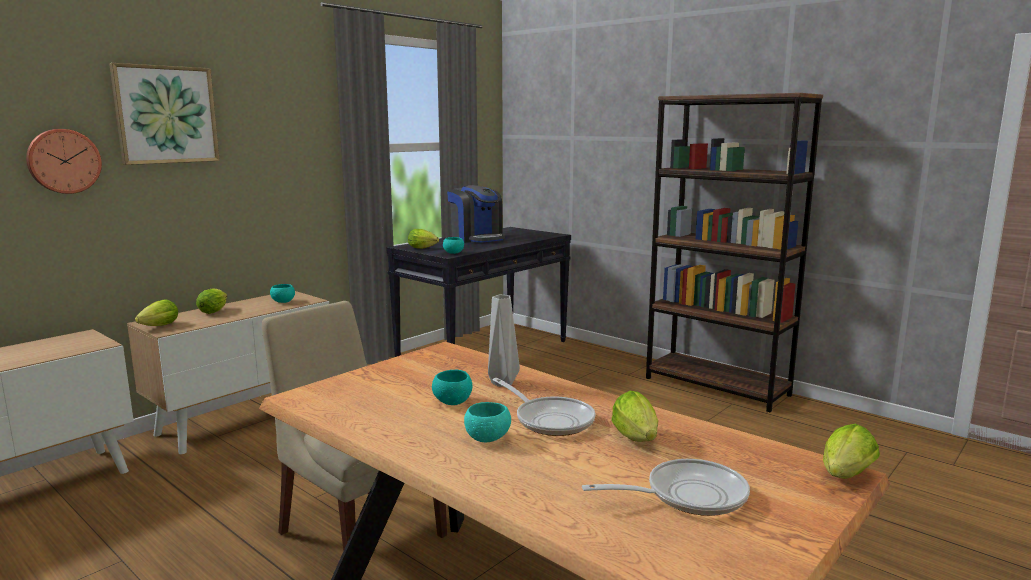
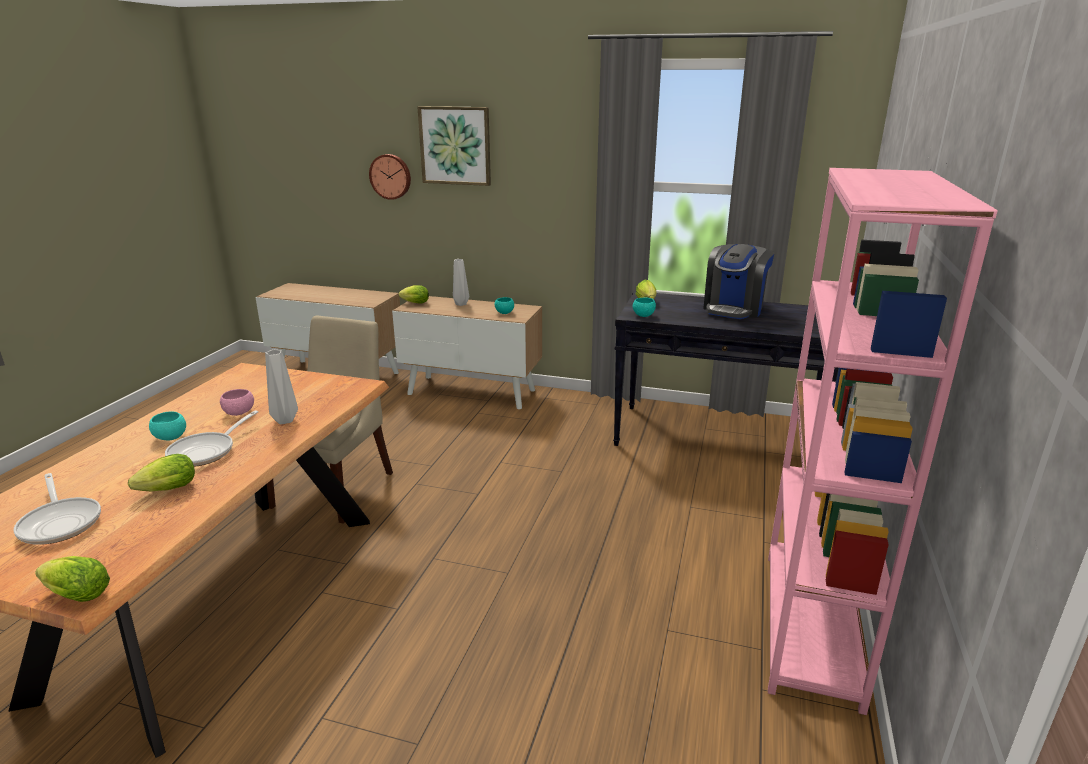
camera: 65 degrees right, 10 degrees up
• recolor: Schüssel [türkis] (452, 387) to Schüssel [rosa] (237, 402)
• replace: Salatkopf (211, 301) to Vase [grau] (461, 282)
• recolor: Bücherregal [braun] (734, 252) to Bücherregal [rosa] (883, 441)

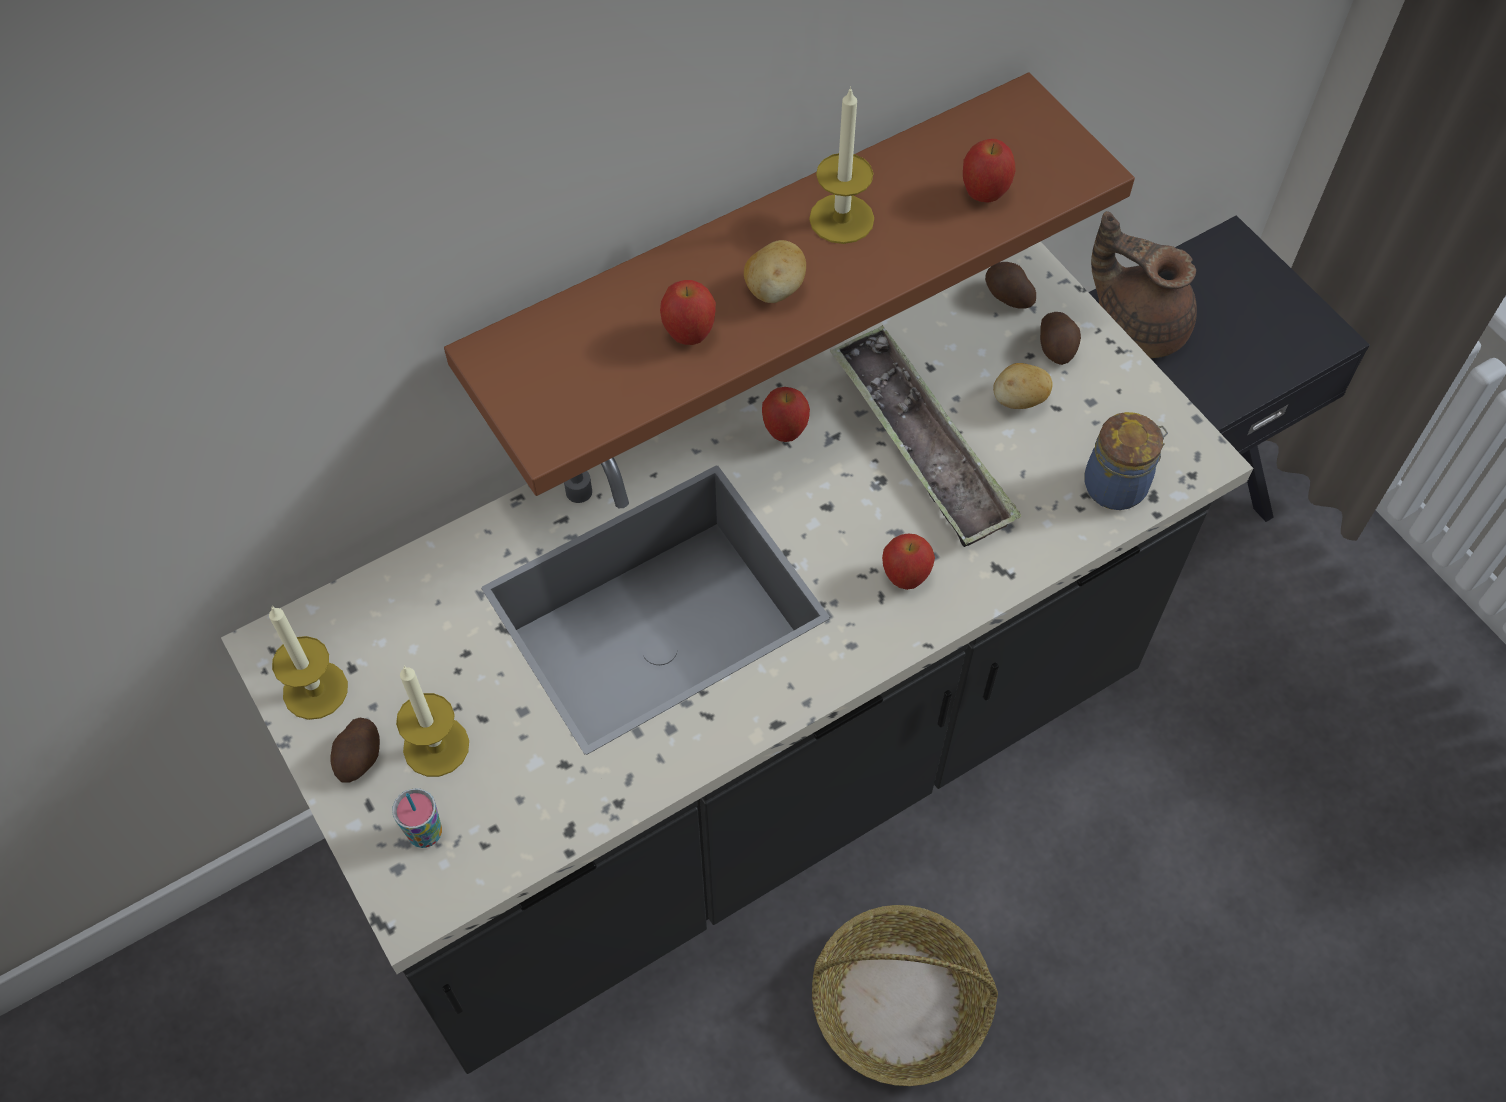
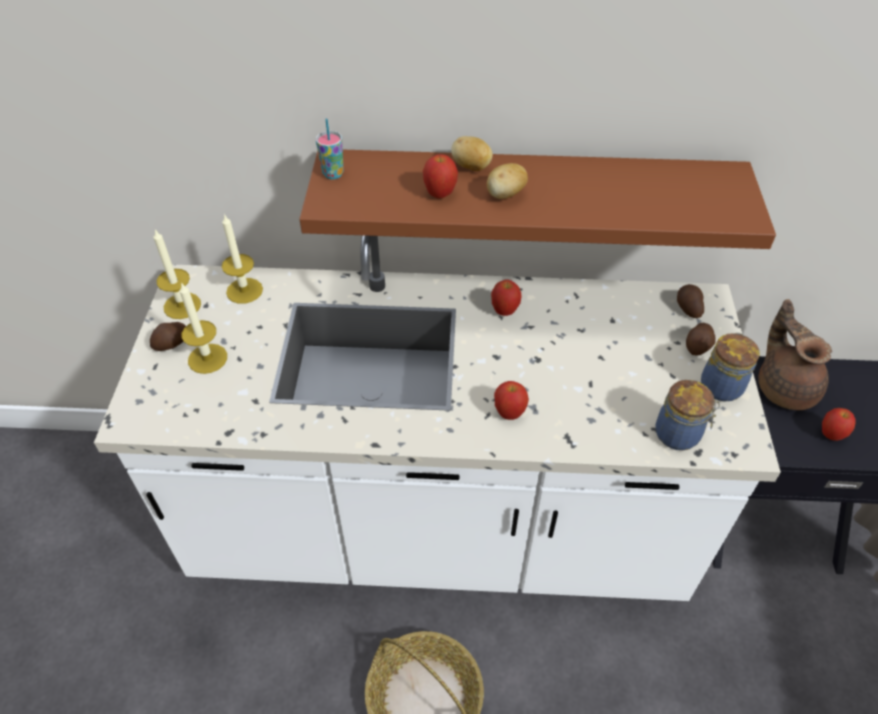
camera: 35 degrees right, 10 degrees down
• recolor: Küchenzeile [schwarz] (737, 657) to Küchenzeile [weiß] (437, 418)
• move: Kerze (841, 165) to (242, 259)
• move: Tasse (417, 818) to (330, 148)
• move: Kartoffel (1023, 386) to (472, 153)
• insert: Vorratsglas (730, 367)
• move: Apfel (989, 171) to (838, 424)
• delete: Tablett (925, 436)

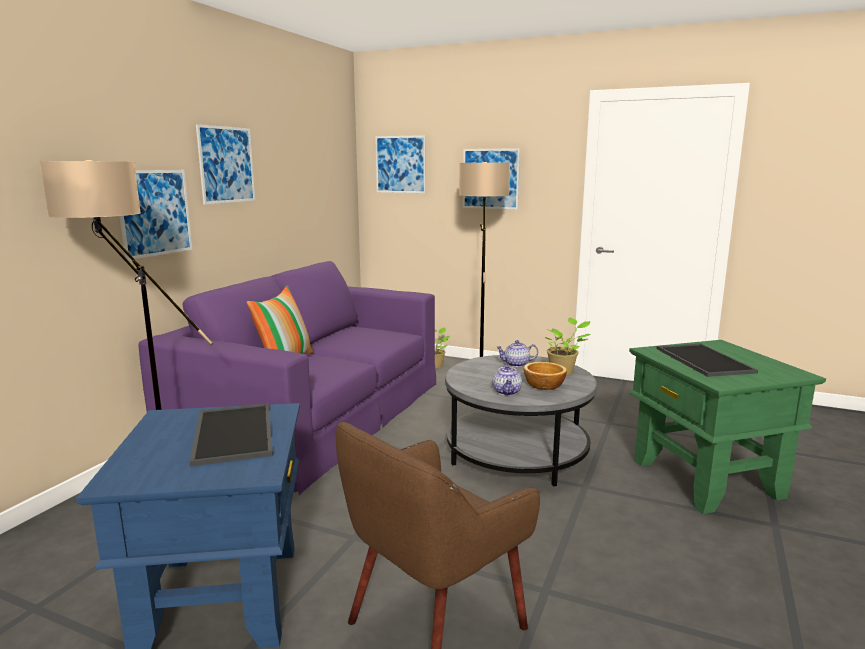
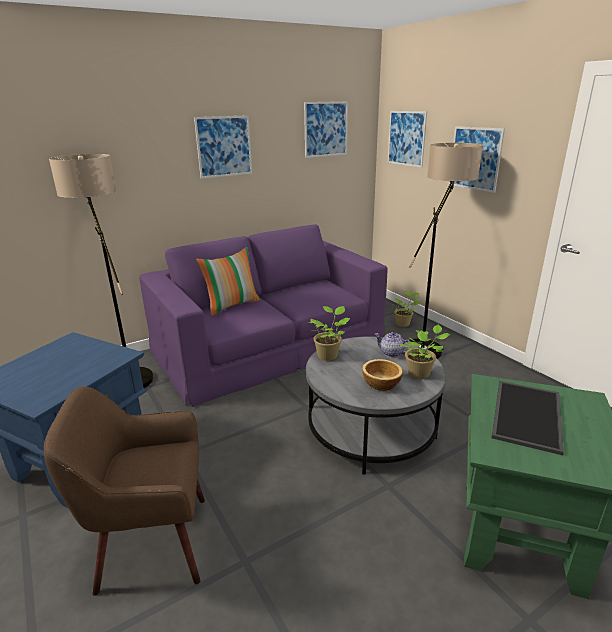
camera: 35 degrees right, 10 degrees up
• move: Bild (156, 215) to (326, 129)
• insert: Topfpflanze (329, 333)
• delete: Tablett (231, 434)
• delete: Teekanne (507, 380)

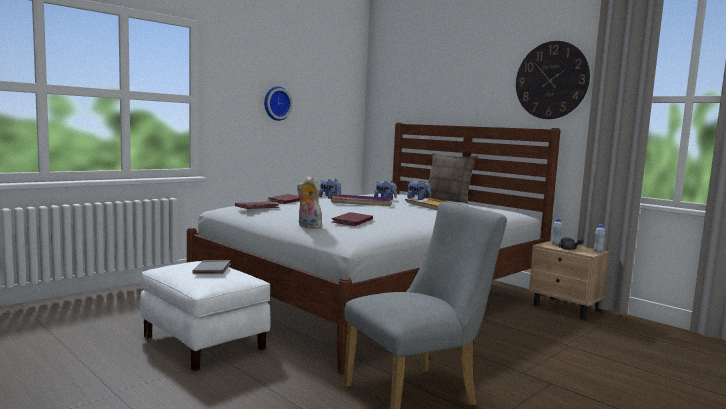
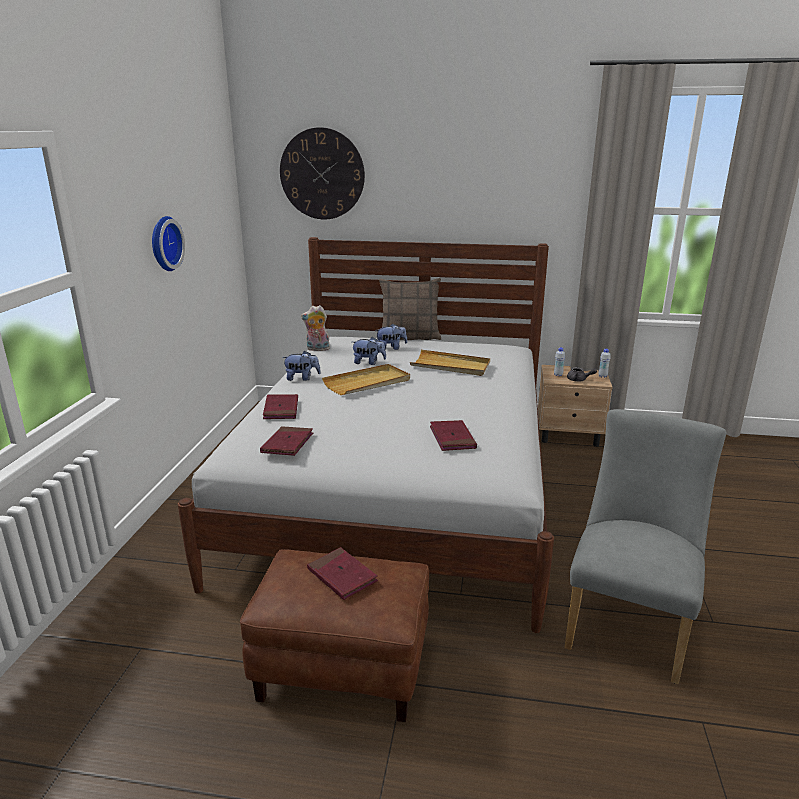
camera: 35 degrees left, 15 degrees up
• recolor: Polsterhocker [weiß] (205, 316) to Polsterhocker [braun] (334, 635)
• move: Wanduhr (553, 80) to (322, 173)
• move: Plüschtier (309, 202) to (316, 328)
• recolor: Buch [grau] (212, 267) to Buch [rot] (342, 573)
• recolor: Tablett [lila] (361, 200) to Tablett [beige] (366, 379)

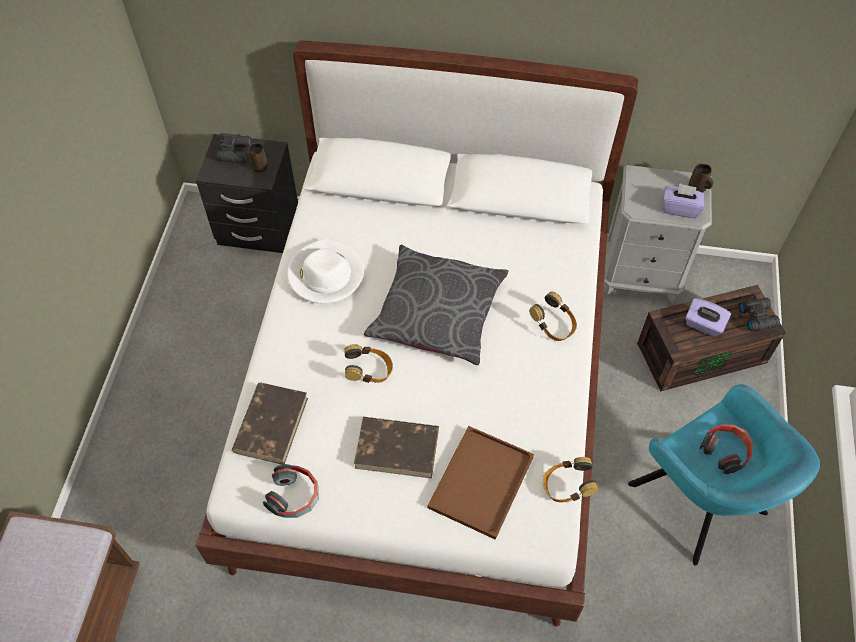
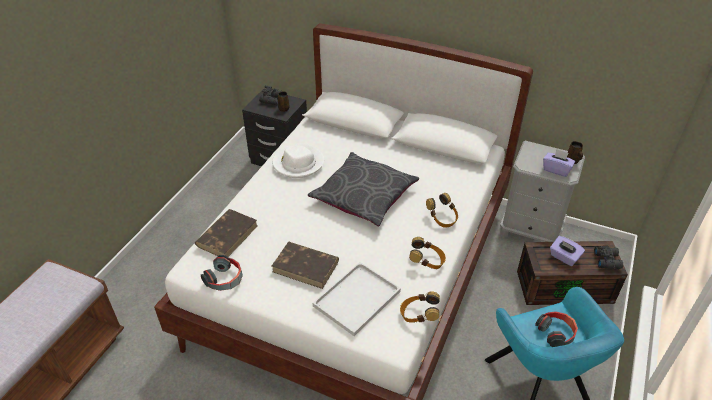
camera: 15 degrees right, 15 degrees down
• recolor: Tablett [braun] (481, 483) to Tablett [weiß] (357, 299)
• move: Kopfhörer (368, 363) to (427, 253)

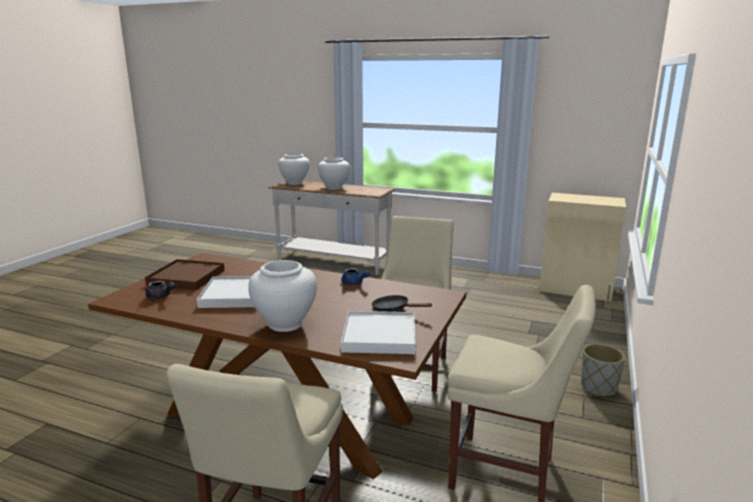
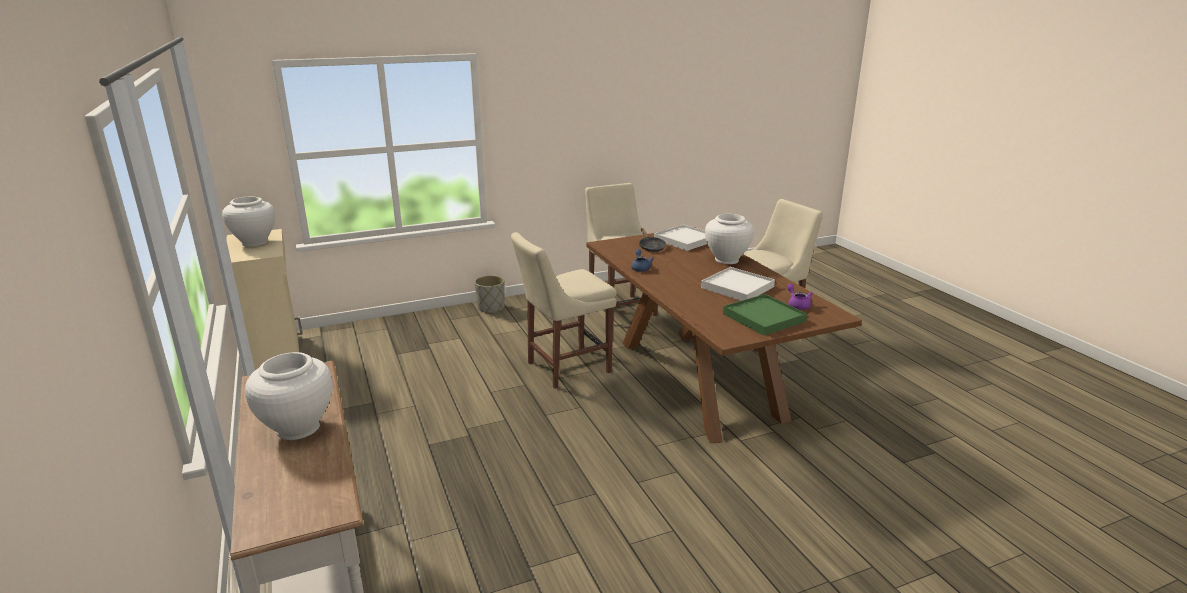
camera: 135 degrees left, 5 degrees up
• move: Vase [weiß] (294, 169) to (248, 222)
• recolor: Tablett [braun] (185, 274) to Tablett [grün] (765, 315)
• recolor: Teekanne [grau] (160, 289) to Teekanne [lila] (800, 297)

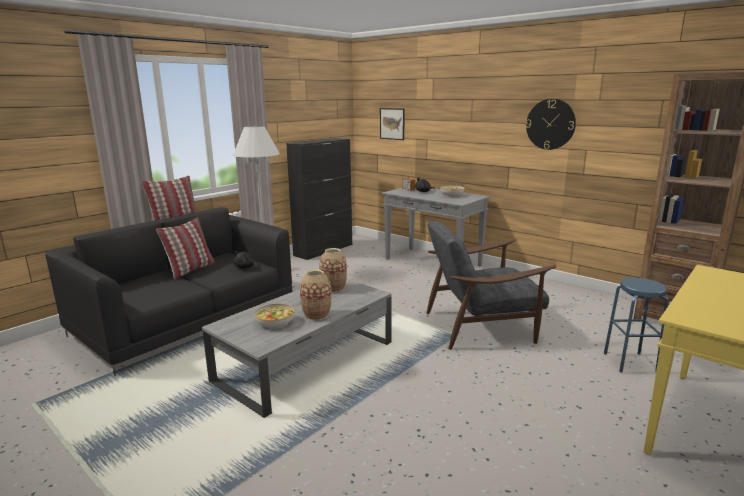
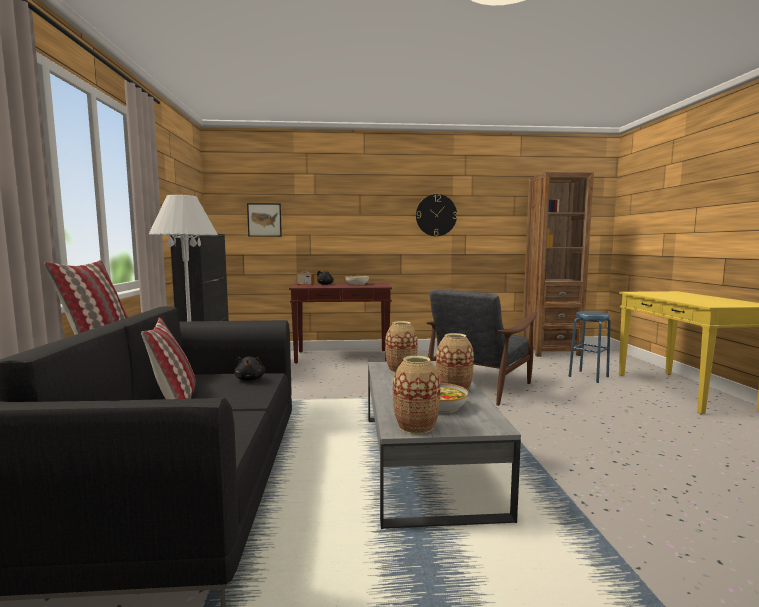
camera: 45 degrees left, 10 degrees down
• recolor: Konsolentisch [grau] (436, 227) to Konsolentisch [braun] (340, 323)
• insert: Vase (416, 395)

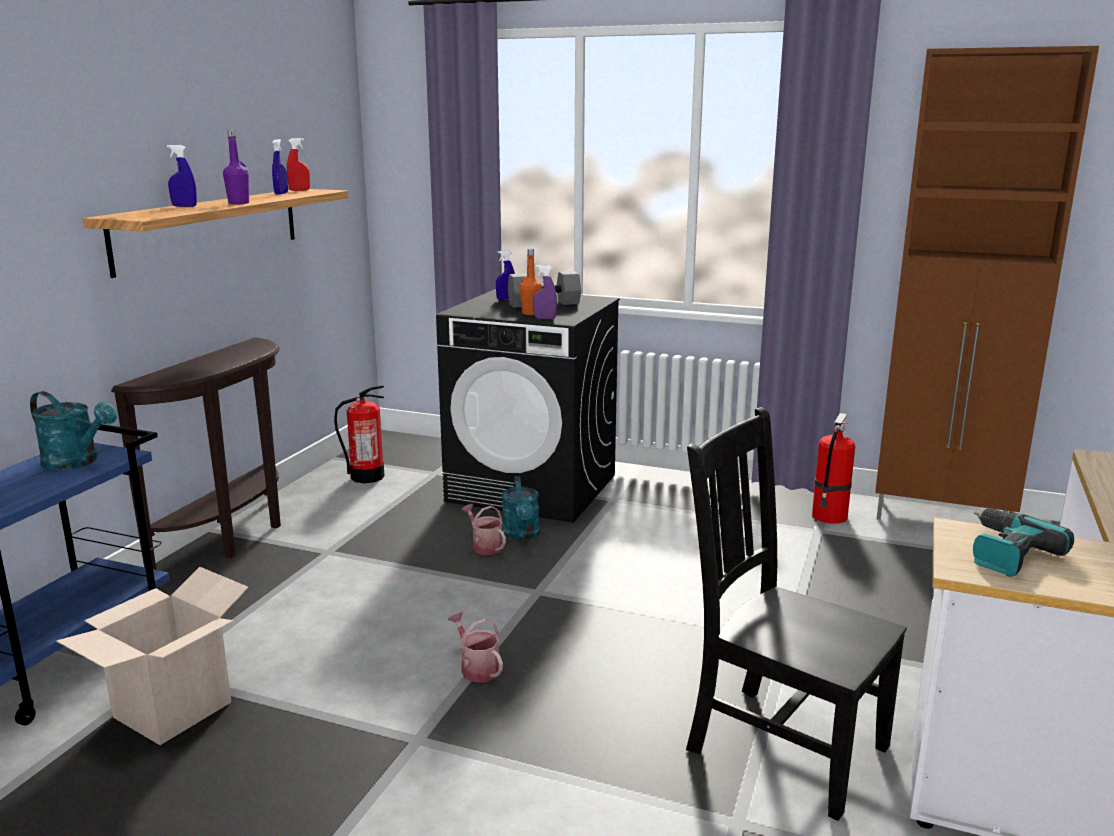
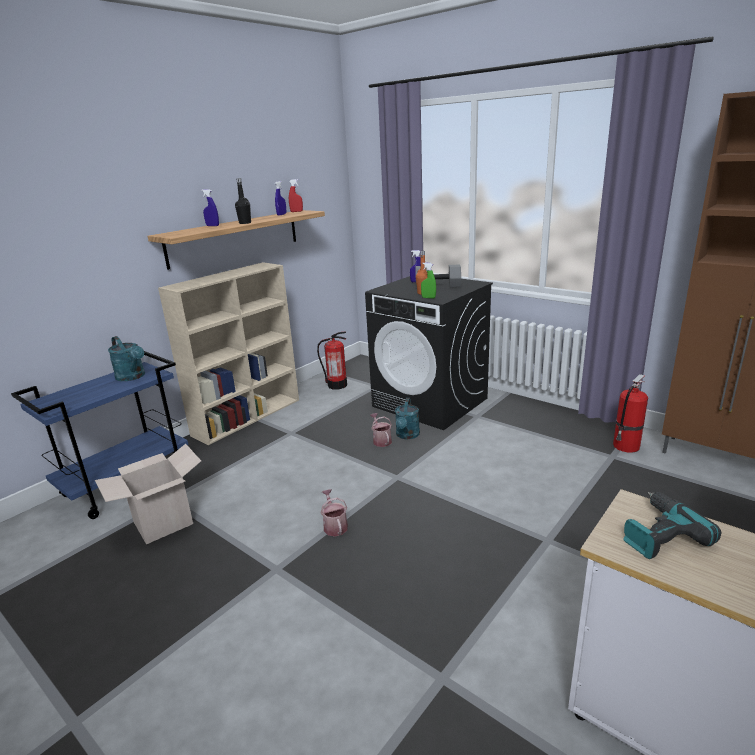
camera: 20 degrees right, 5 degrees up
• replace: Konsolentisch [braun] (196, 453) to Bücherregal [beige] (228, 353)
• recolor: Flasche [lila] (236, 167) to Flasche [schwarz] (243, 201)
• recolor: Sprühflasche [lila] (545, 292) to Sprühflasche [grün] (428, 280)
• delete: Stuhl [schwarz] (796, 614)

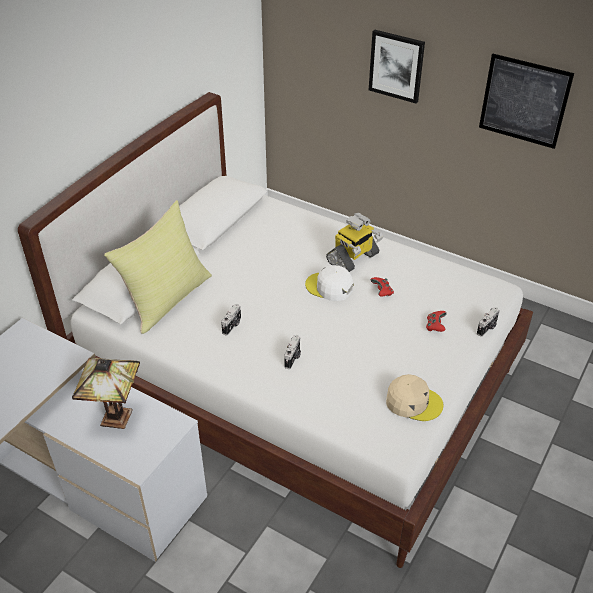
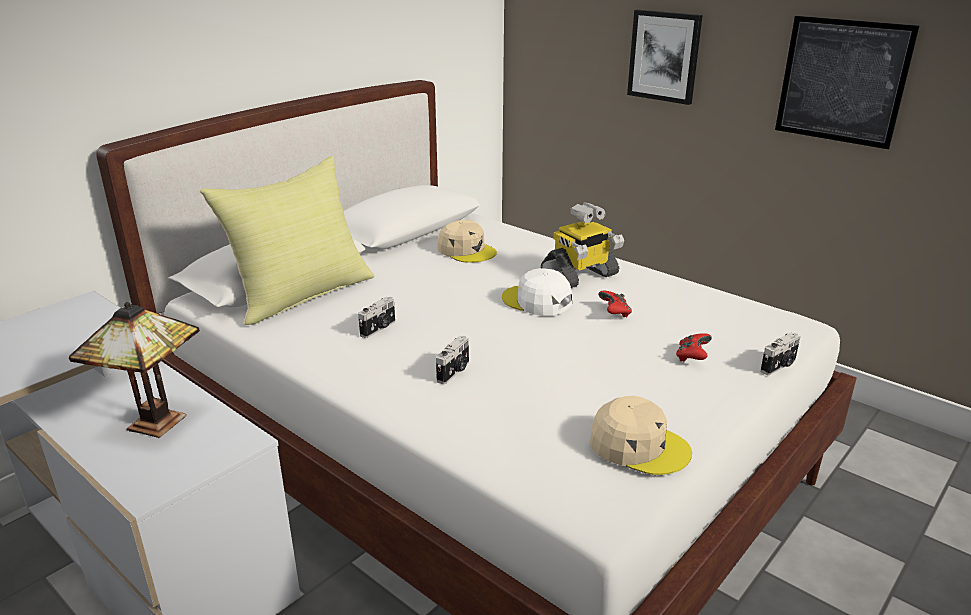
camera: 10 degrees right, 15 degrees down
• insert: Kappe [beige] (467, 241)

